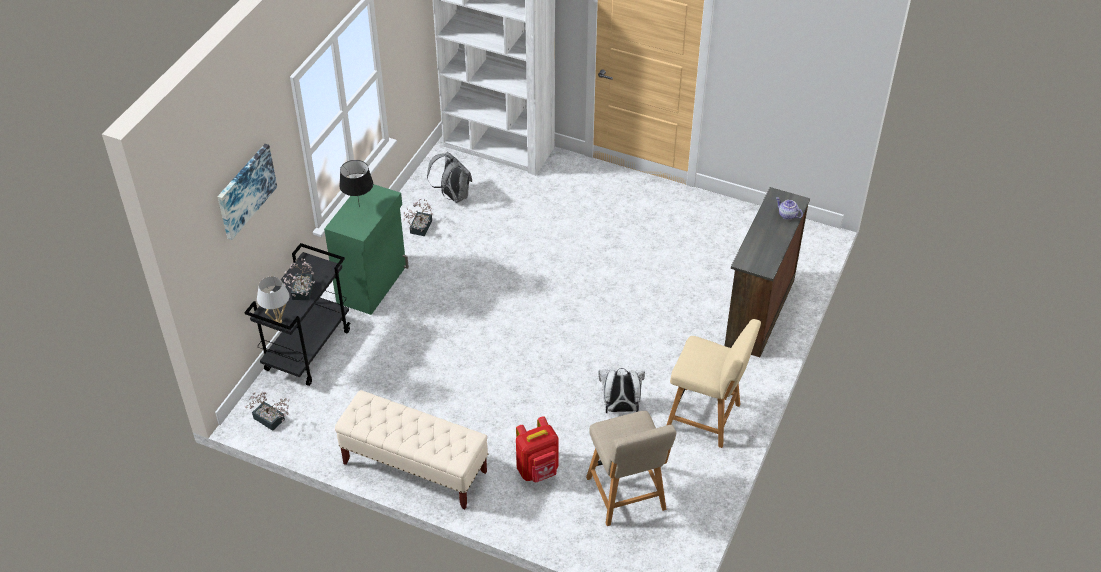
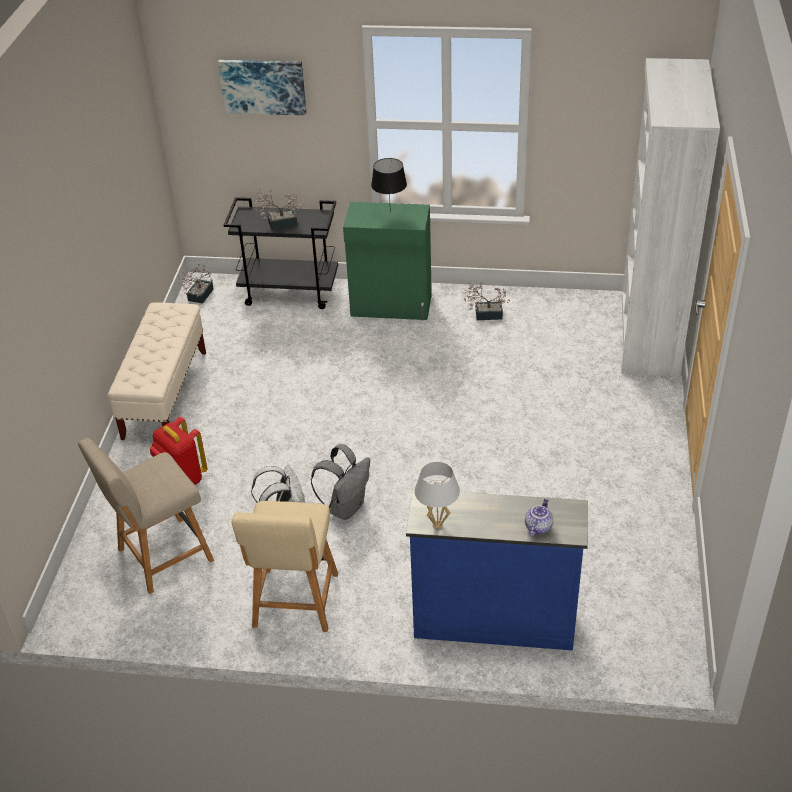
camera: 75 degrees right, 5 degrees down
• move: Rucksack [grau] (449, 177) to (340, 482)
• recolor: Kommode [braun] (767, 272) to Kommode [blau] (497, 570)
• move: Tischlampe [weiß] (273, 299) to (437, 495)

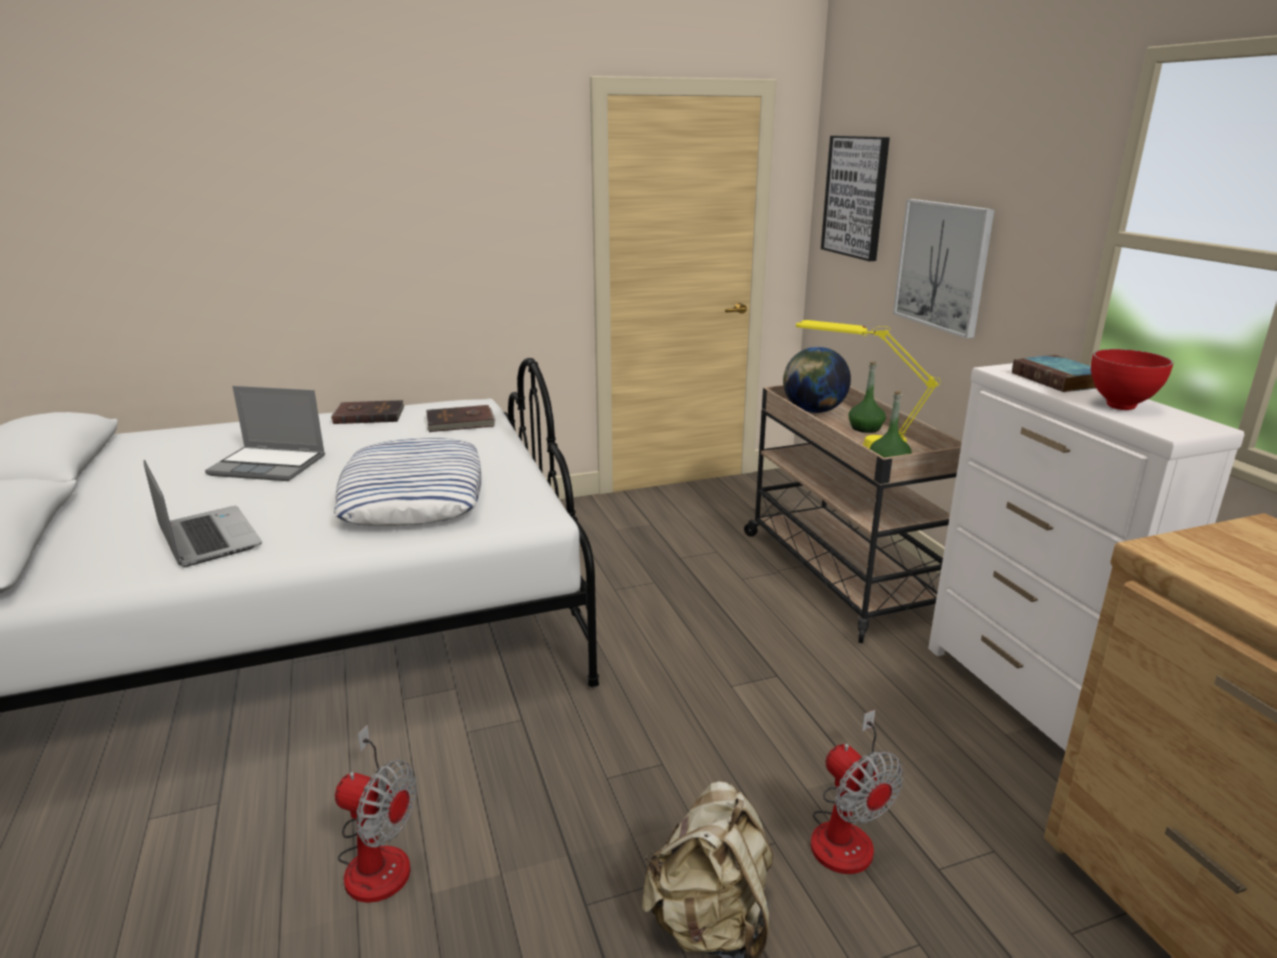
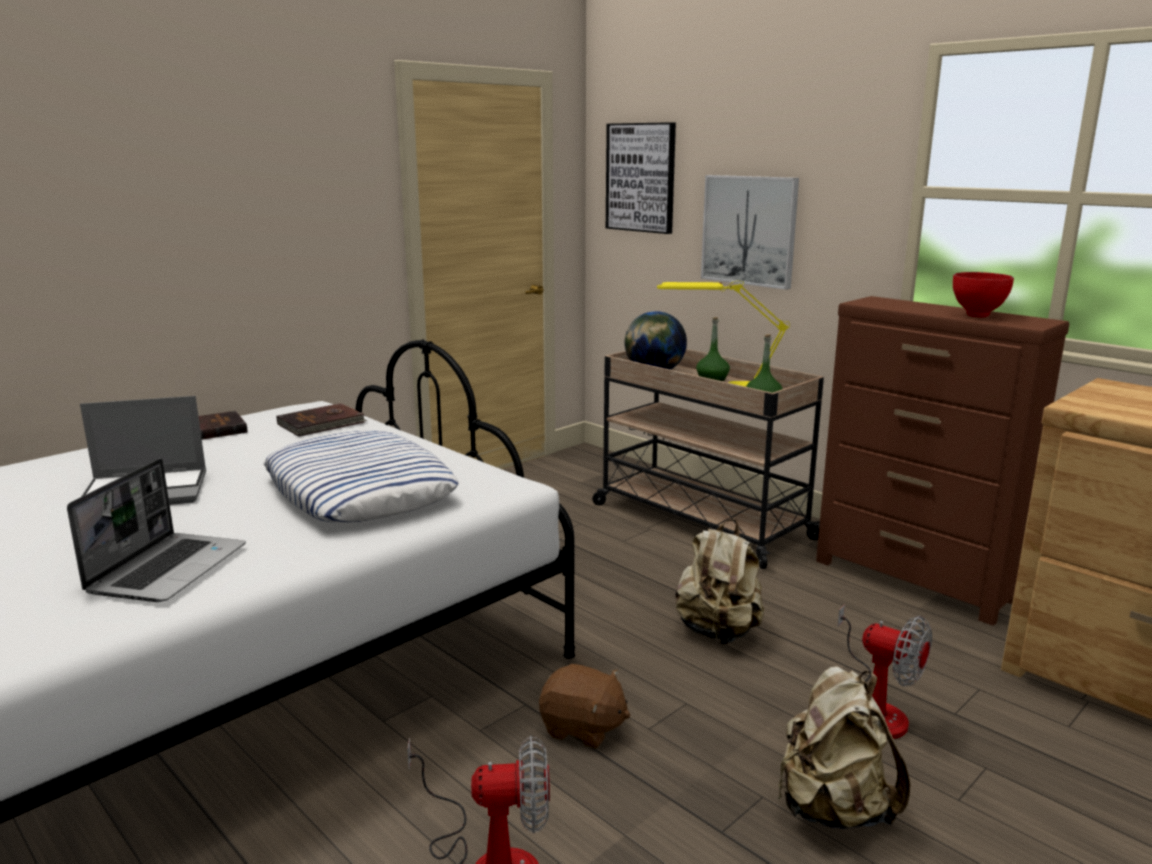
camera: 25 degrees left, 5 degrees down
• rotate: Laptop (203, 513) = (156, 530) 75 degrees clockwise
• insert: Plüschtier [braun] (584, 706)
• insert: Rucksack [beige] (719, 581)
• recolor: Kommode [weiß] (1086, 557) to Kommode [braun] (942, 461)
• delete: Buch (1054, 373)

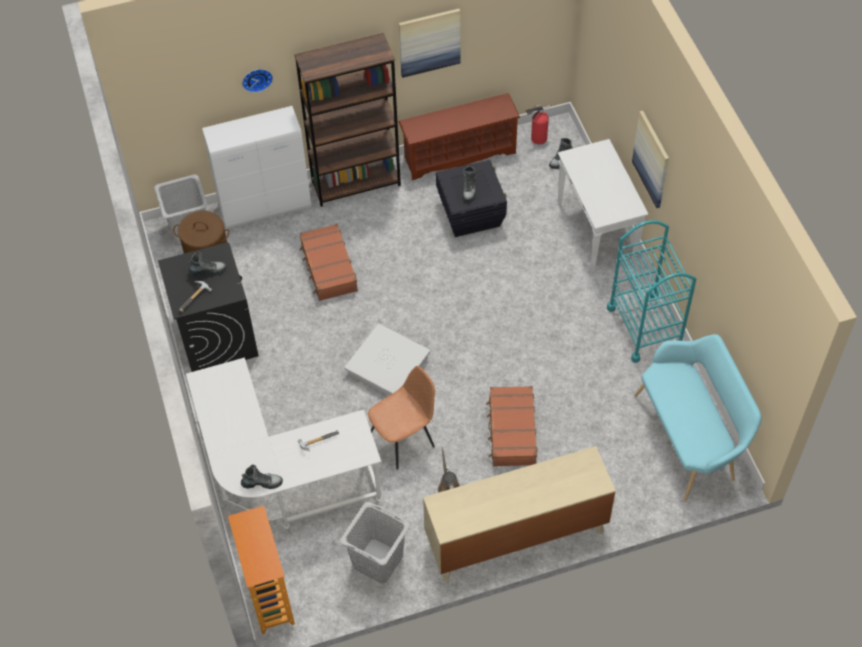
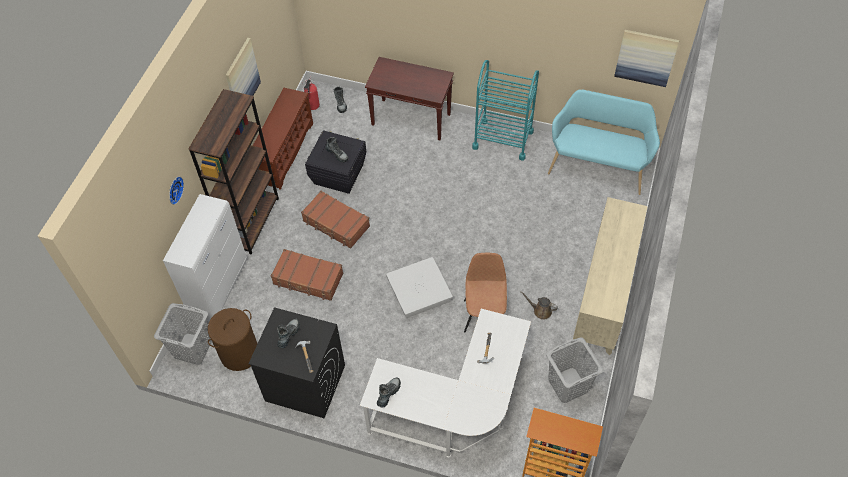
camera: 55 degrees left, 0 degrees up
• move: Koffer [braun] (511, 426) to (335, 220)
• recolor: Konsolentisch [weiß] (603, 205) to Konsolentisch [braun] (409, 99)
• move: Stiefel (262, 477) to (389, 392)
• move: Bild (650, 159) to (646, 58)

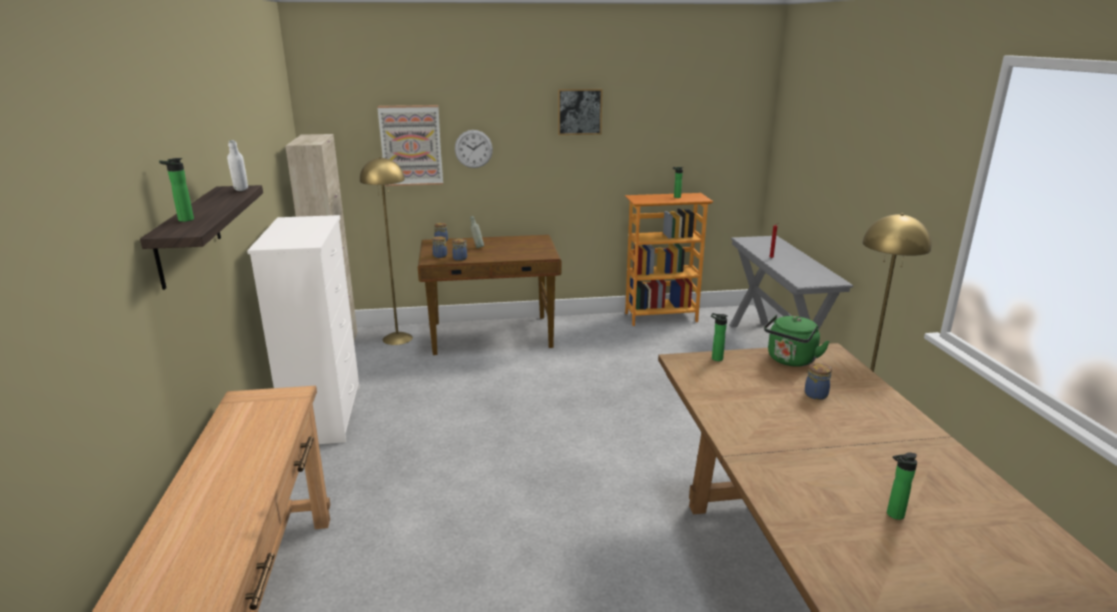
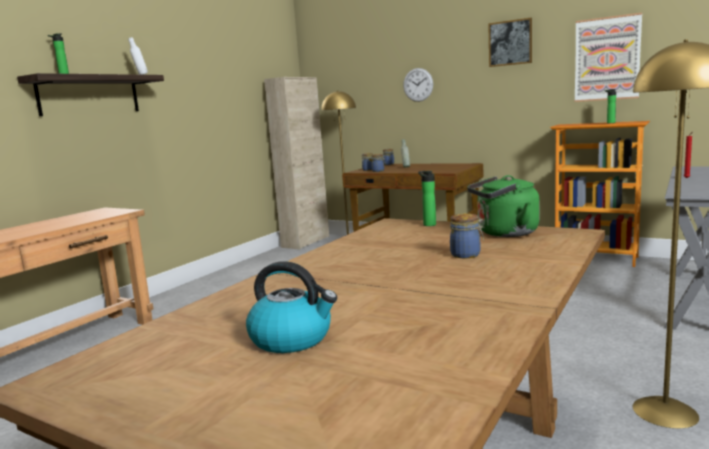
camera: 40 degrees right, 10 degrees down
• replace: Flasche (902, 486) to Wasserkessel (291, 307)
• move: Bild (410, 145) to (608, 57)
• delete: Kommode [weiß] (303, 329)

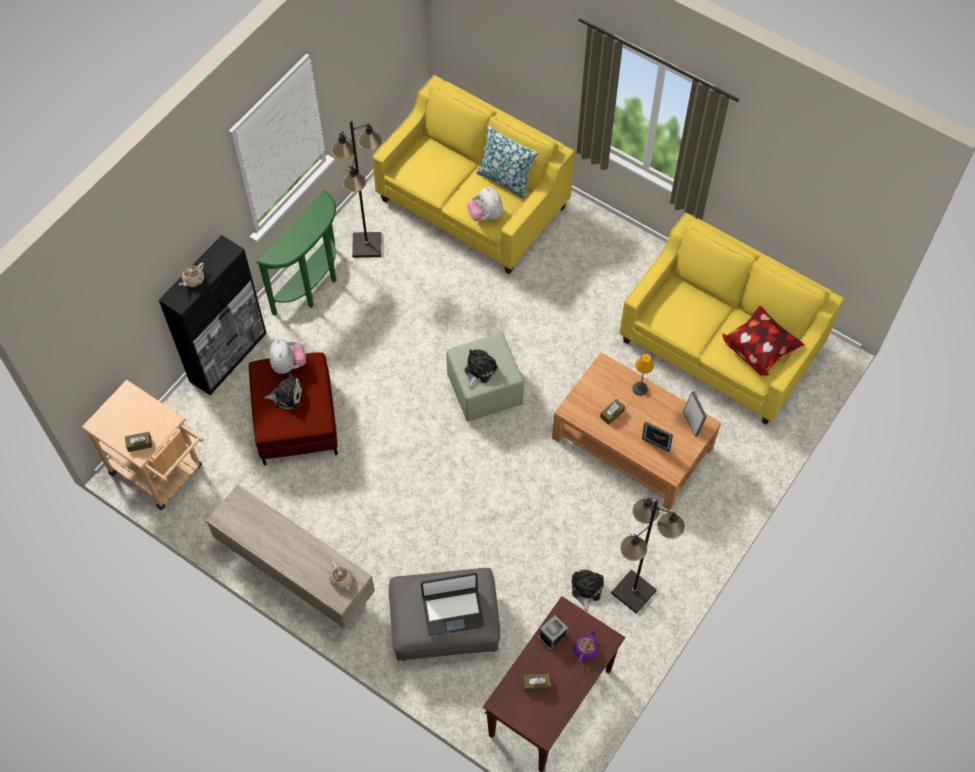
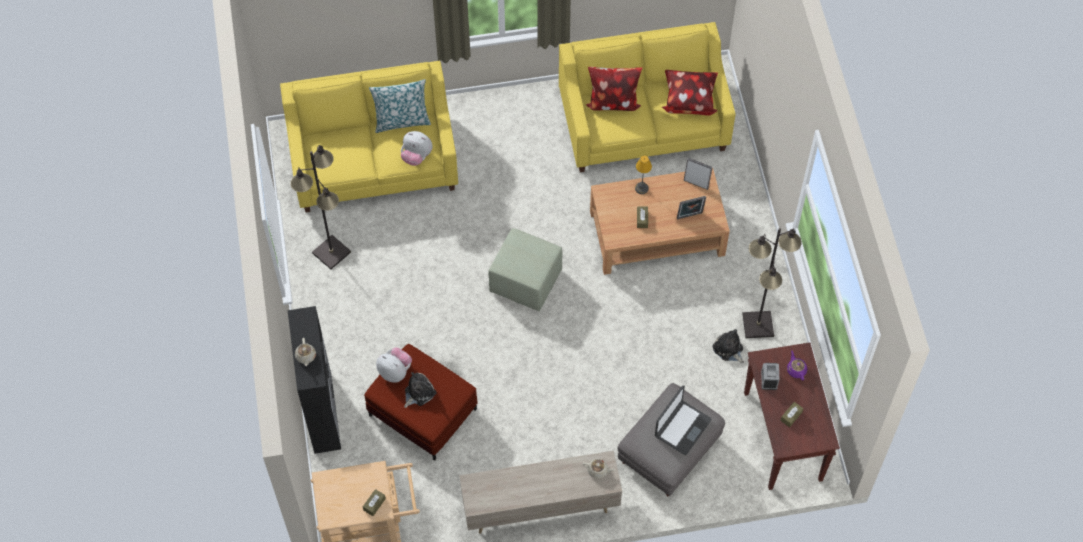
camera: 45 degrees left, 0 degrees up
• insert: Kissen (614, 89)
• delete: Konsolentisch [grün] (296, 253)
• delete: Plüschtier (481, 368)

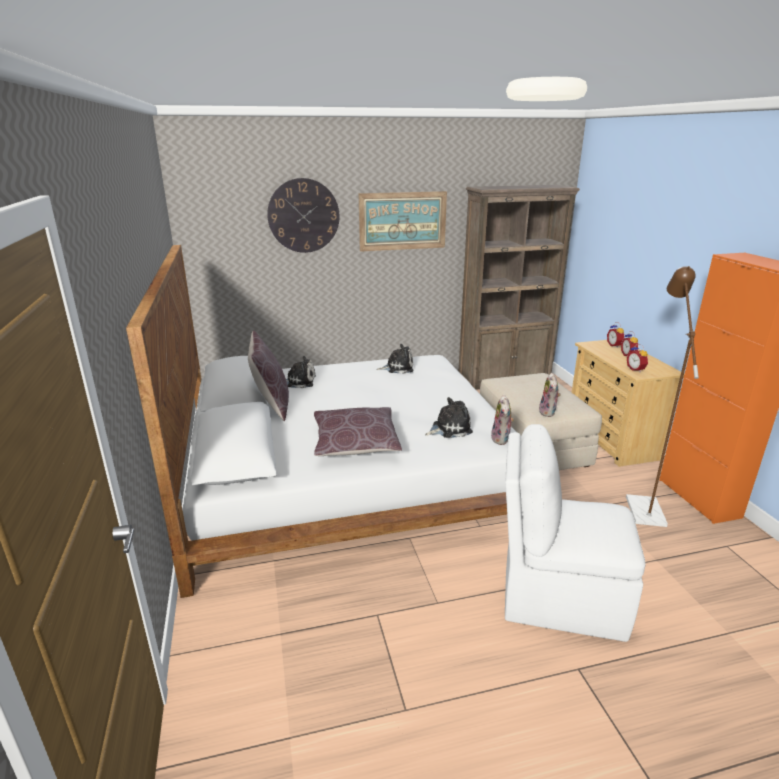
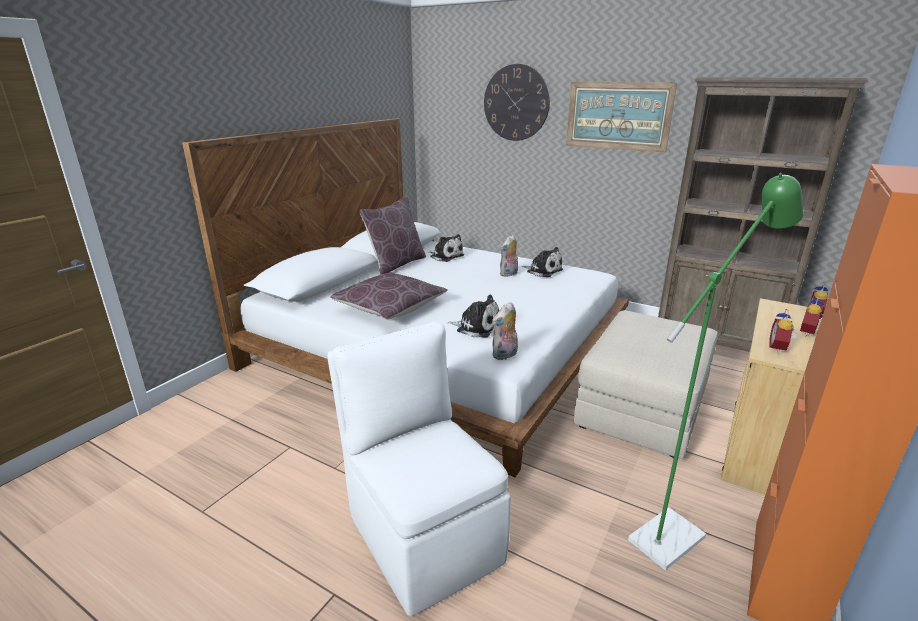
camera: 45 degrees right, 0 degrees up
• move: Plüschtier (550, 395) to (509, 256)
• recolor: Stehlampe [braun] (662, 396) to Stehlampe [grün] (715, 371)

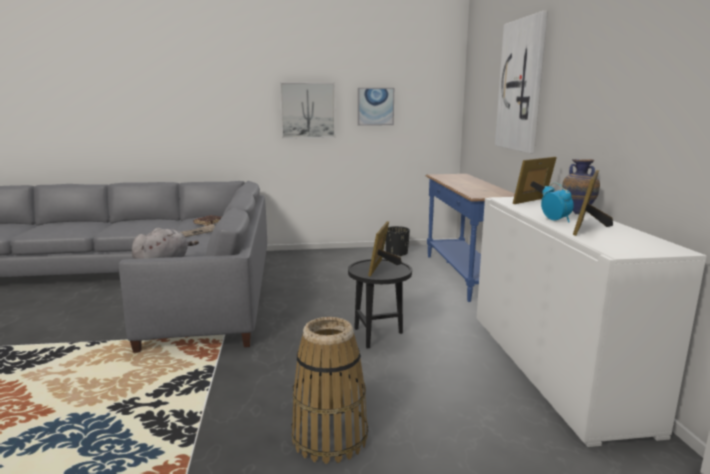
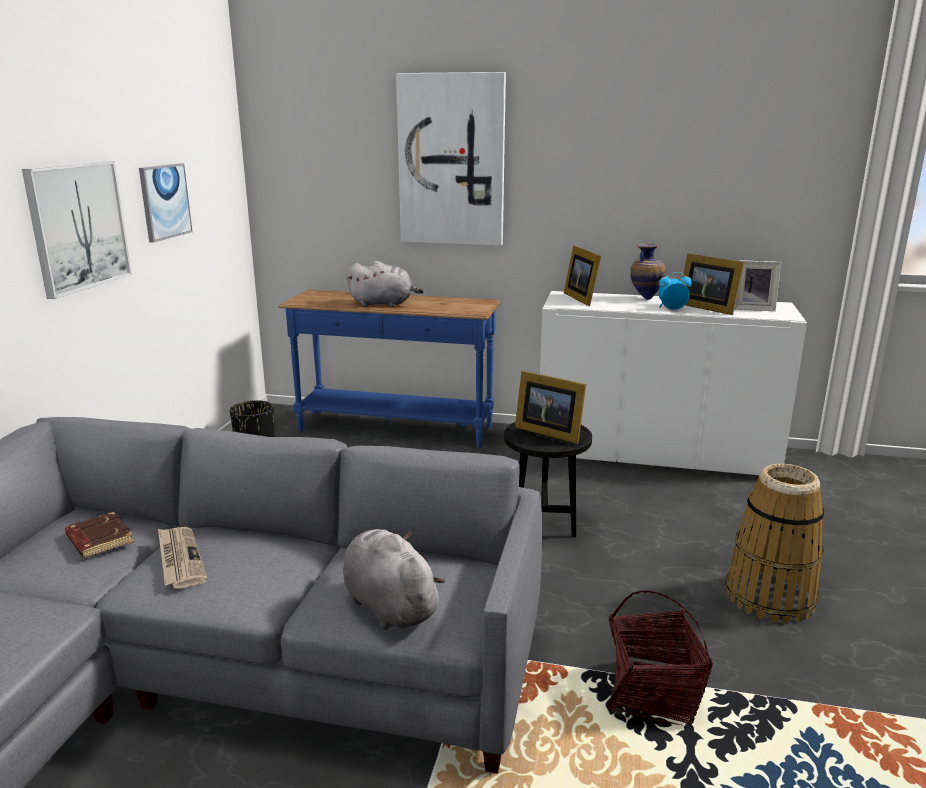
camera: 70 degrees left, 5 degrees up
• insert: Plüschtier [grau] (385, 284)
• insert: Korb (660, 659)
• insert: Bilderrahmen (757, 285)

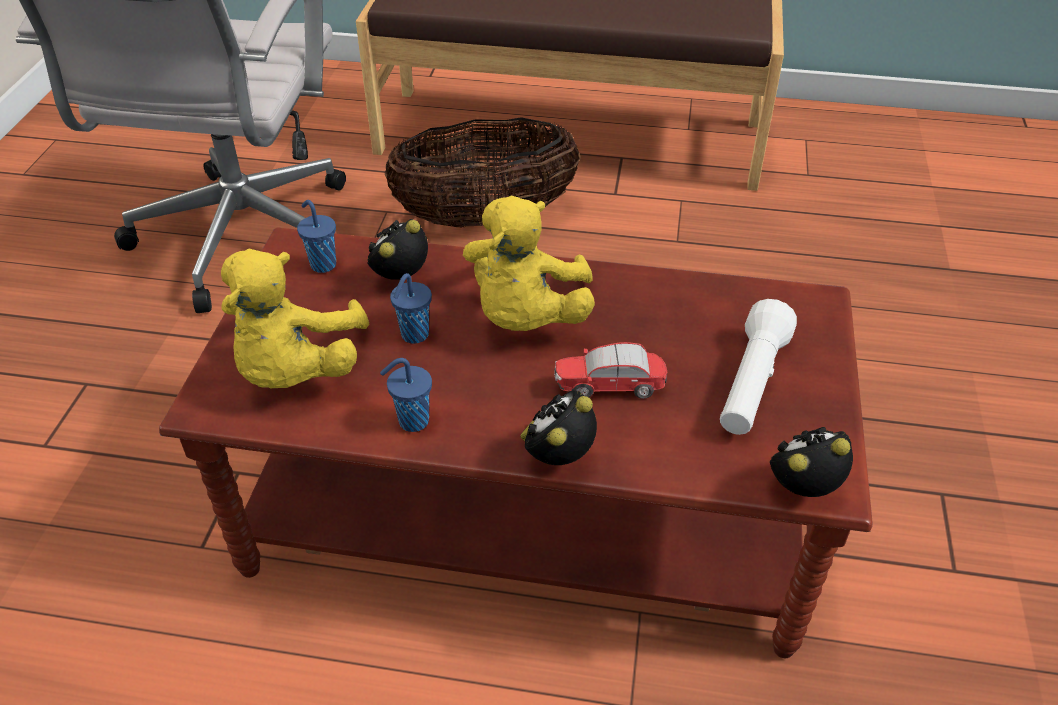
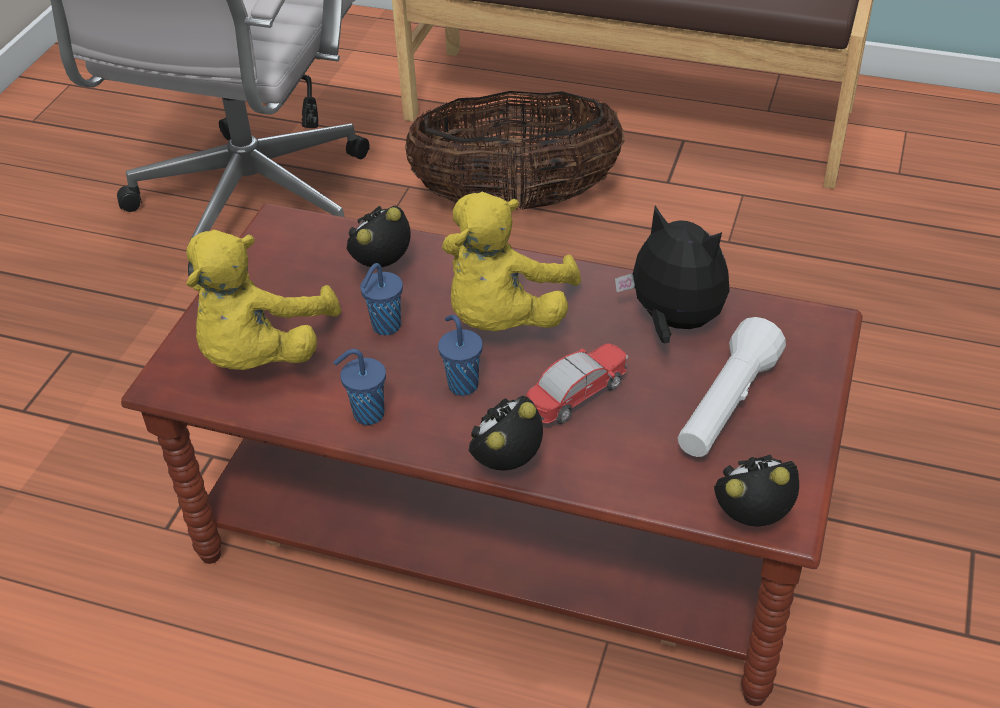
camera: 10 degrees right, 0 degrees up
• move: Tasse [blau] (316, 236) to (460, 355)
• rotate: Spielzeugauto (610, 370) = (577, 383) 135 degrees clockwise
• insert: Plüschtier (672, 274)

